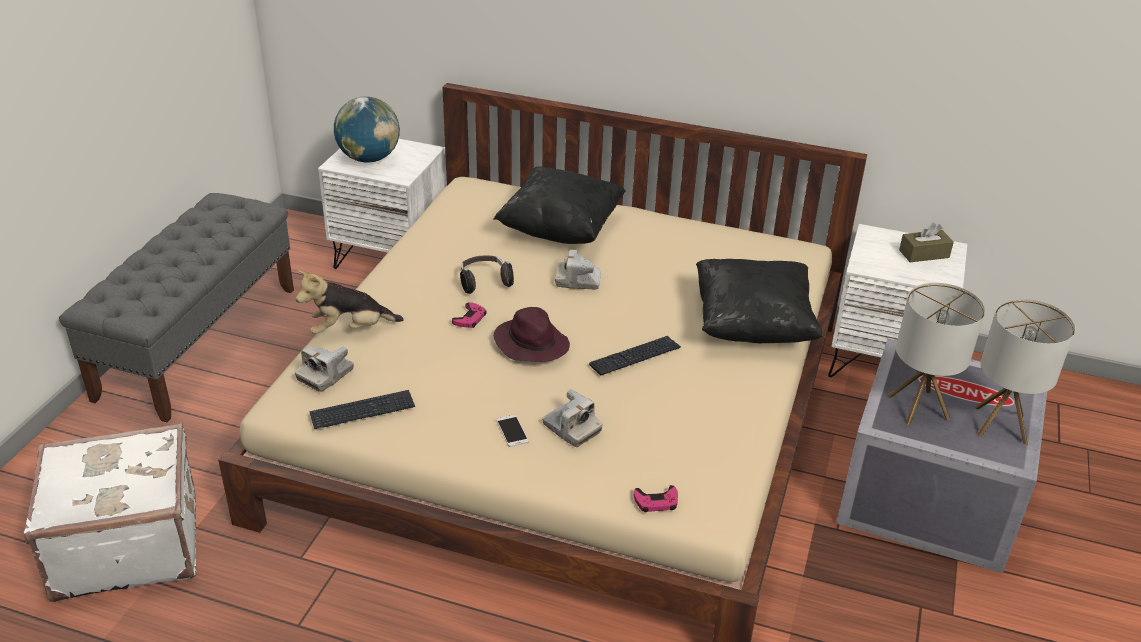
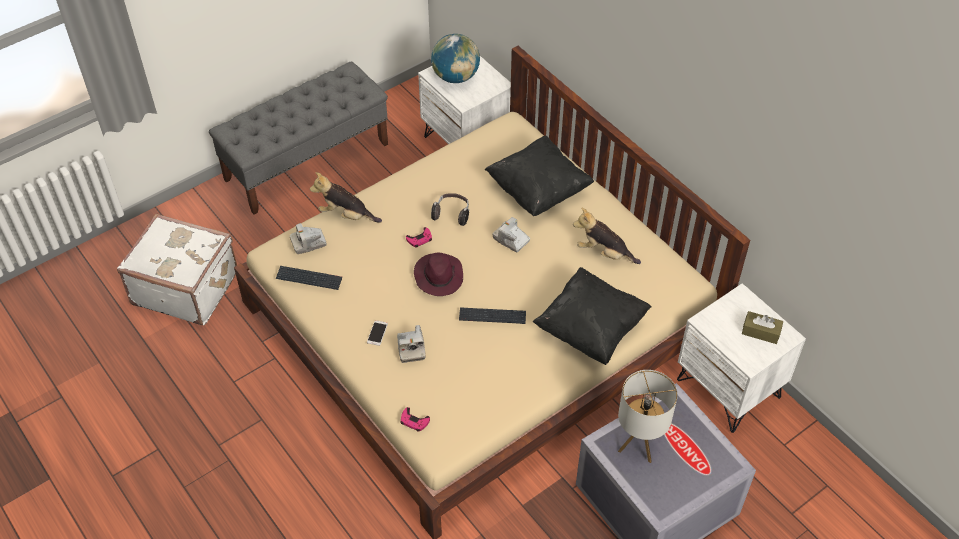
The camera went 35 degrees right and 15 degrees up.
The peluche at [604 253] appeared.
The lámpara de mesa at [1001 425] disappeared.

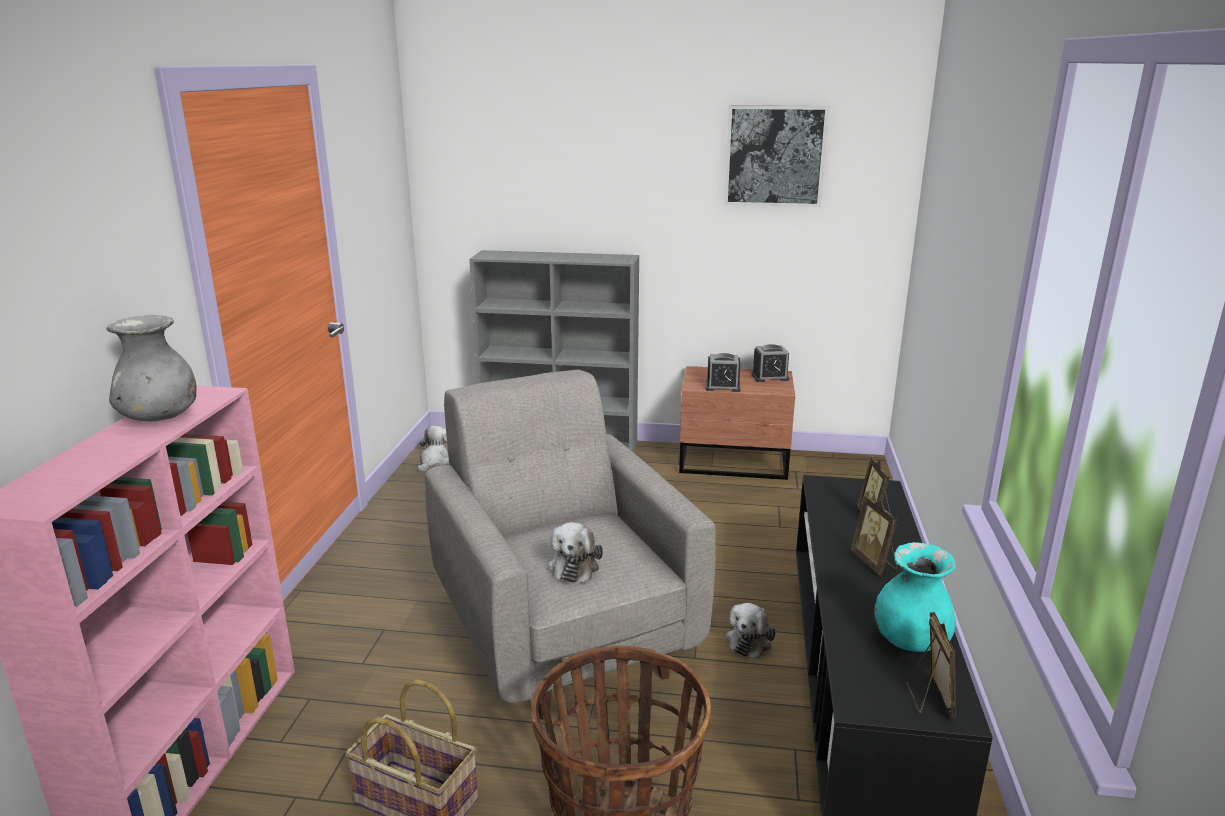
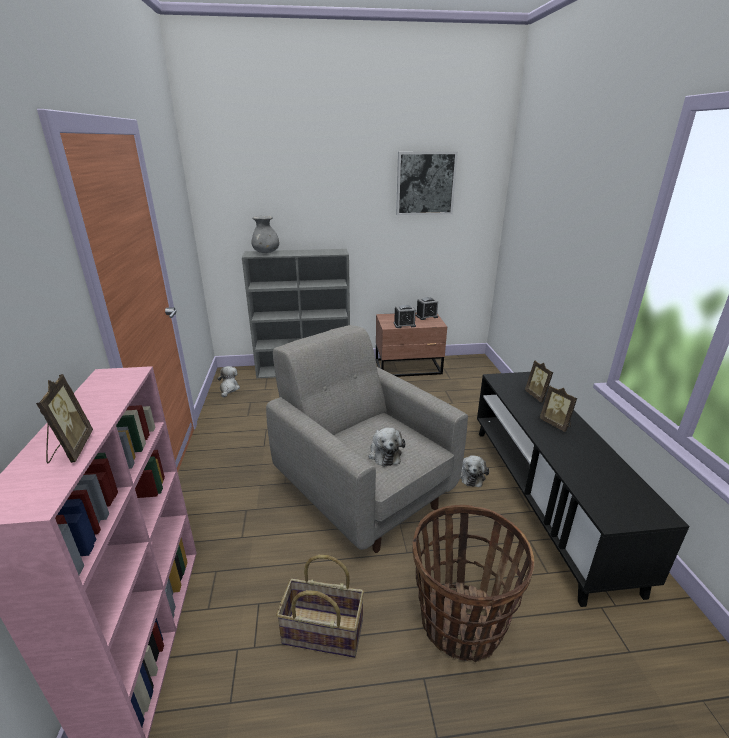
The camera went 15 degrees left and 5 degrees up.
The portarretratos moved from [928 699] to [70 449].
The florero [gris] moved from [160 418] to [266 253].
The florero [turquesa] at [910 641] disappeared.

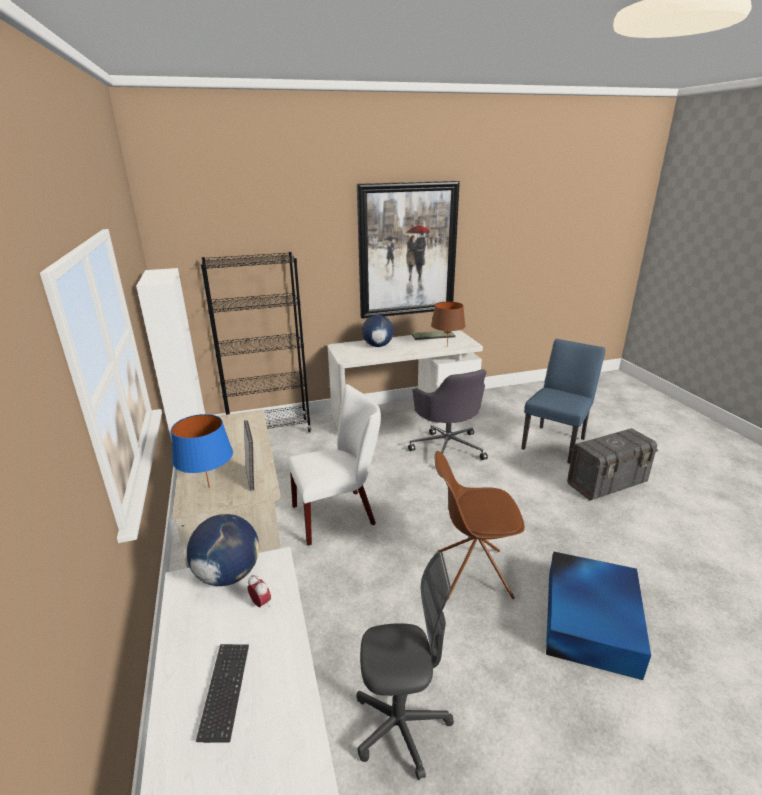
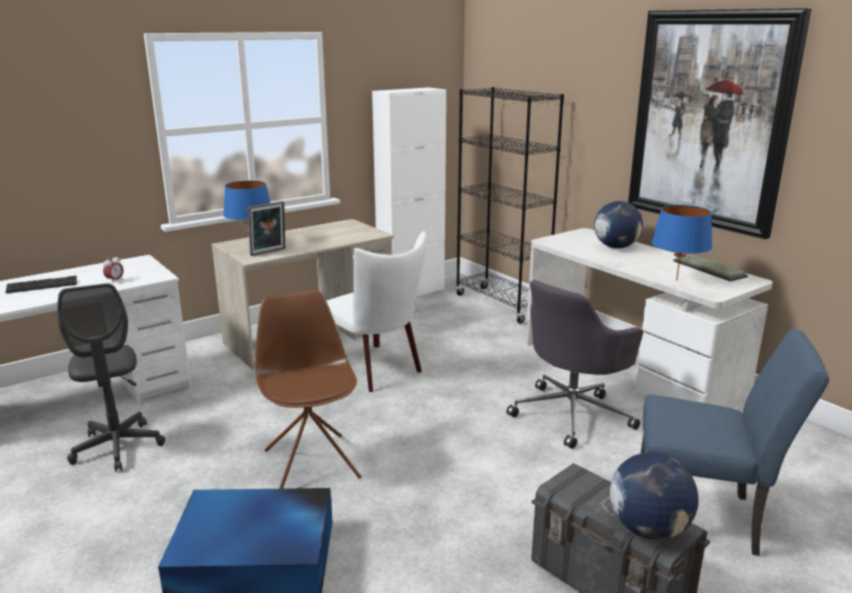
The camera went 70 degrees right and 5 degrees down.
The globo terráqueo moved from [228 574] to [648 529].
The lámpara de mesa [marrón] at [446 346] became the lámpara de mesa [azul] at [676 280].

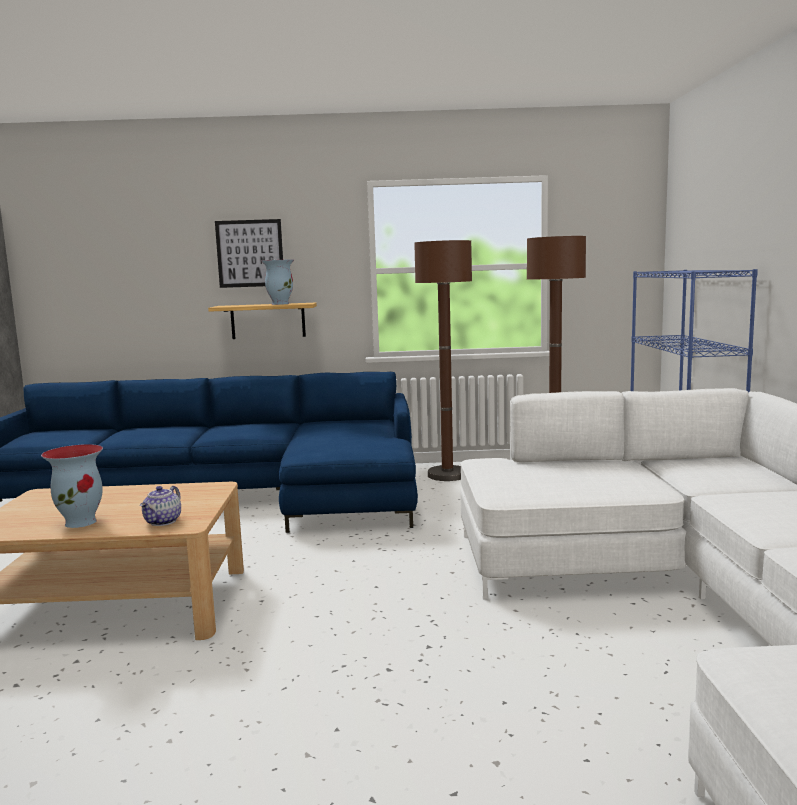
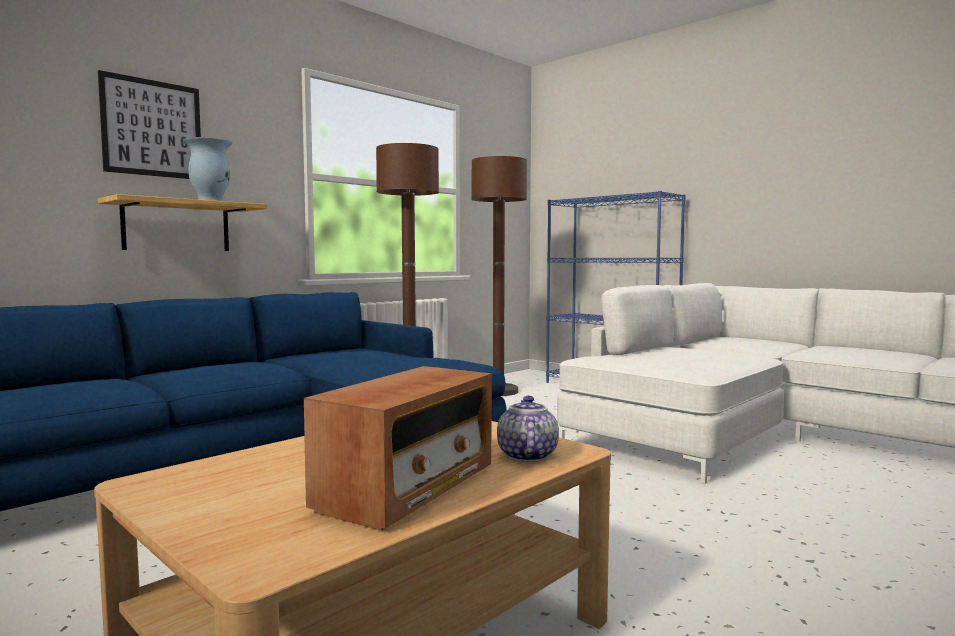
The camera went 45 degrees left and 5 degrees down.
The florero at [81 522] was replaced by the radio at [408 488].
The tetera at [163 522] turned 150 degrees counterclockwise.

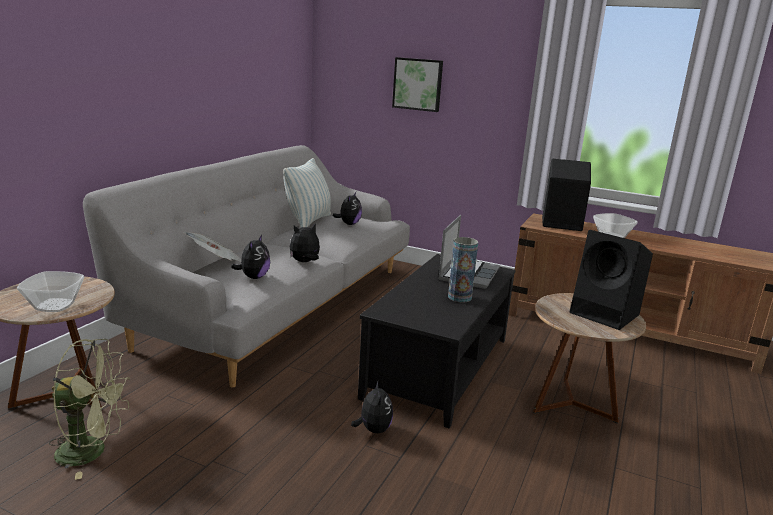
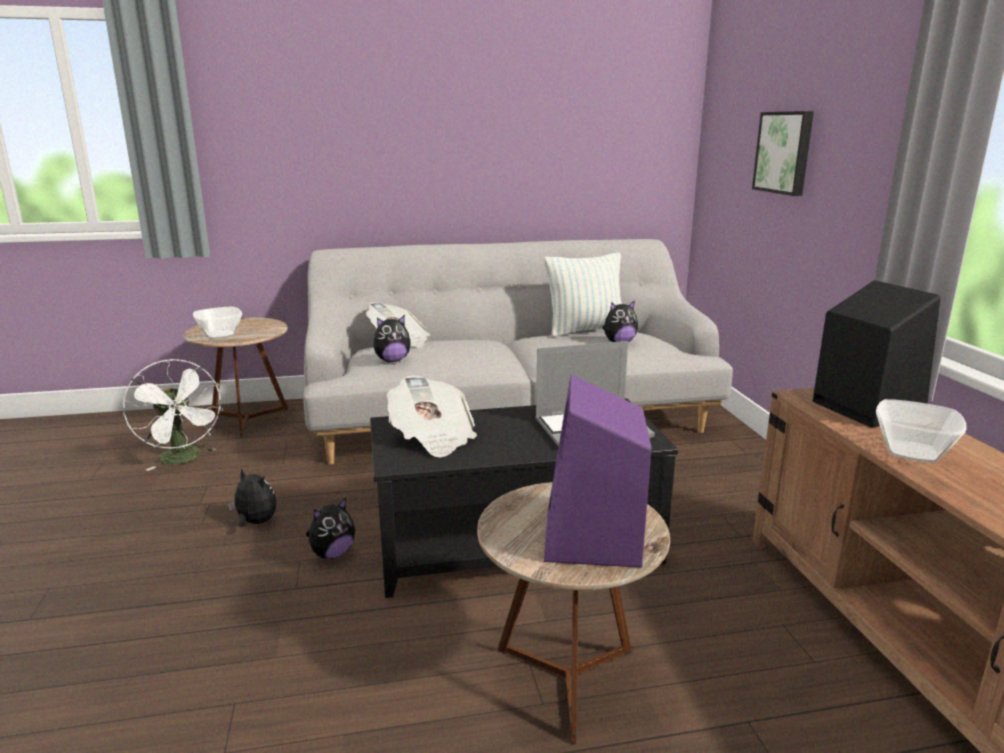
The camera went 55 degrees right and 0 degrees up.
The ventilador [verde] at [92 451] became the ventilador [blanco] at [184 459].
The peluche moved from [305 262] to [255 523].
The periódico at [432 438] appeared.
The altavoz [negro] at [606 314] became the altavoz [morado] at [593 539].
The florero at [459 297] disappeared.

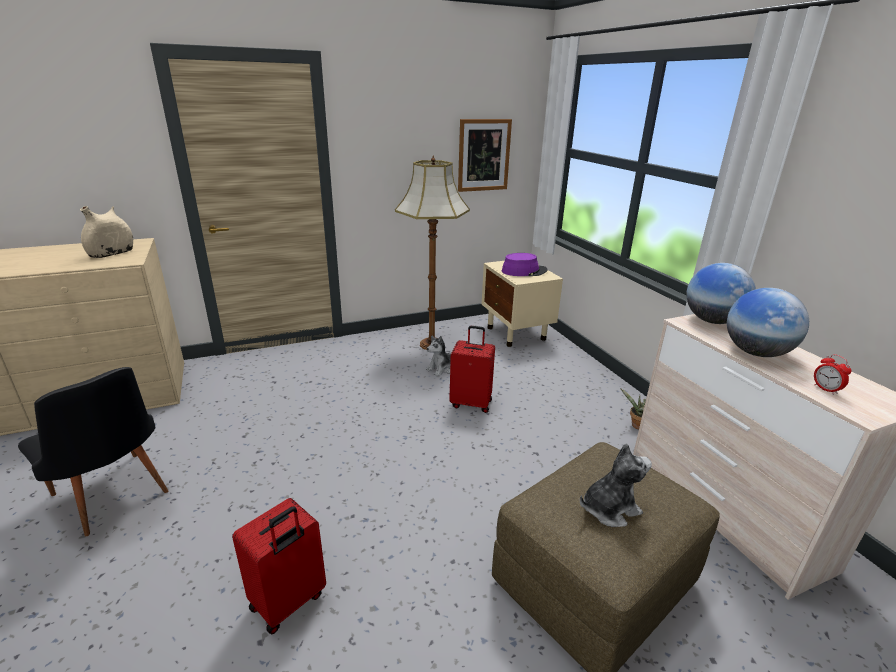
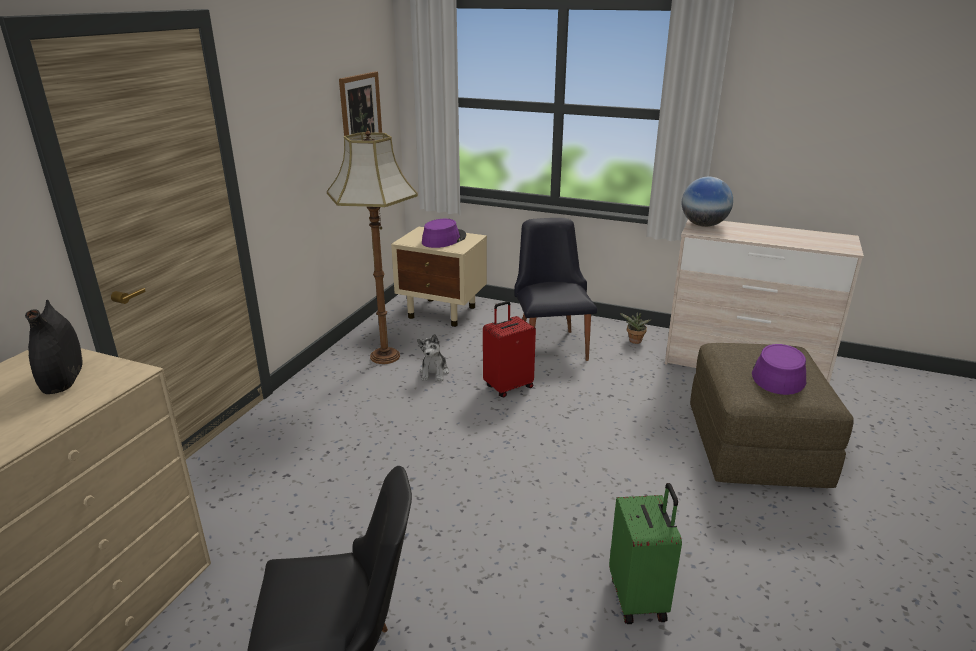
The camera went 45 degrees left and 0 degrees up.
The florero [beis] at [112 253] became the florero [negro] at [63 378].
The silla [negro] at [550 343] appeared.
The maleta [rojo] at [289 602] became the maleta [verde] at [639 598].
The peluche at [609 509] was replaced by the sombrero [morado] at [778 375].
The globo terráqueo at [756 353] disappeared.
The despertador at [825 389] disappeared.

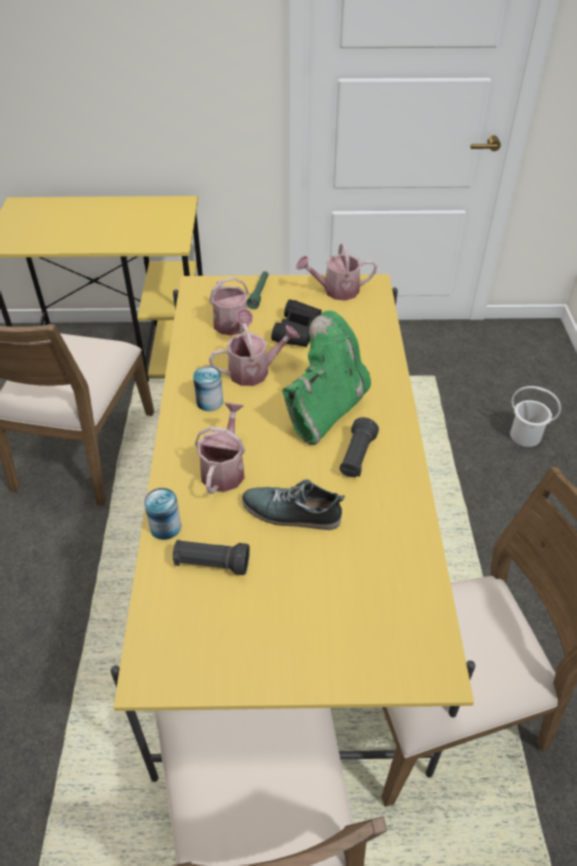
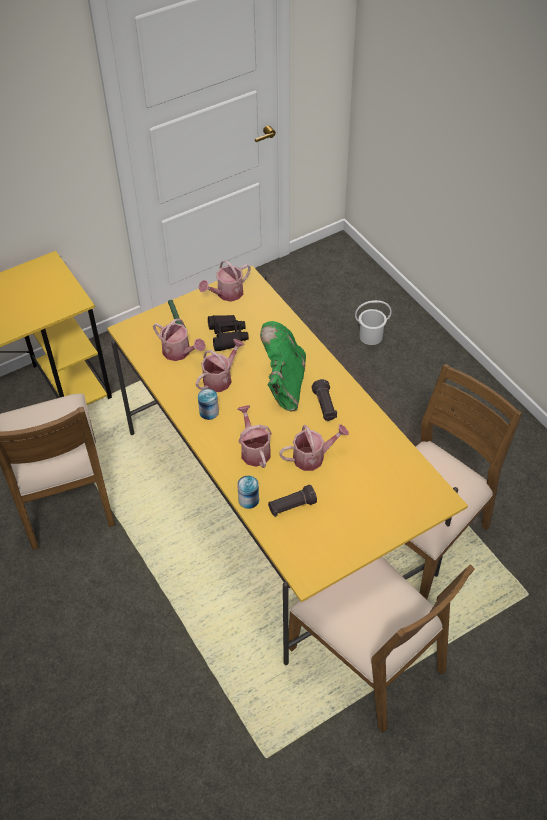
The camera went 30 degrees left and 5 degrees up.
The zapato at [291 513] was replaced by the regadera at [313 457].

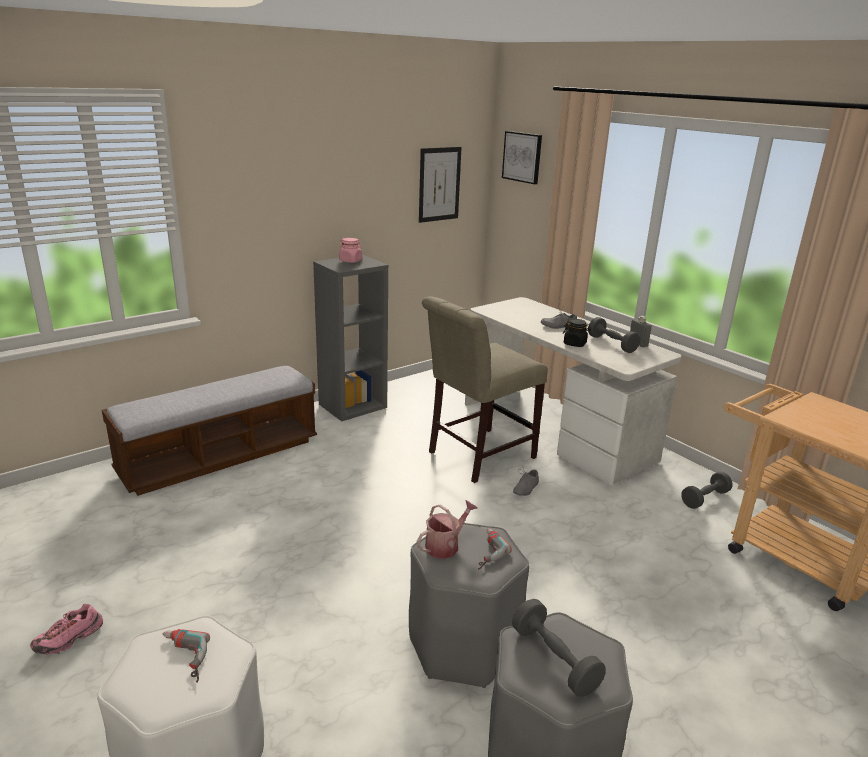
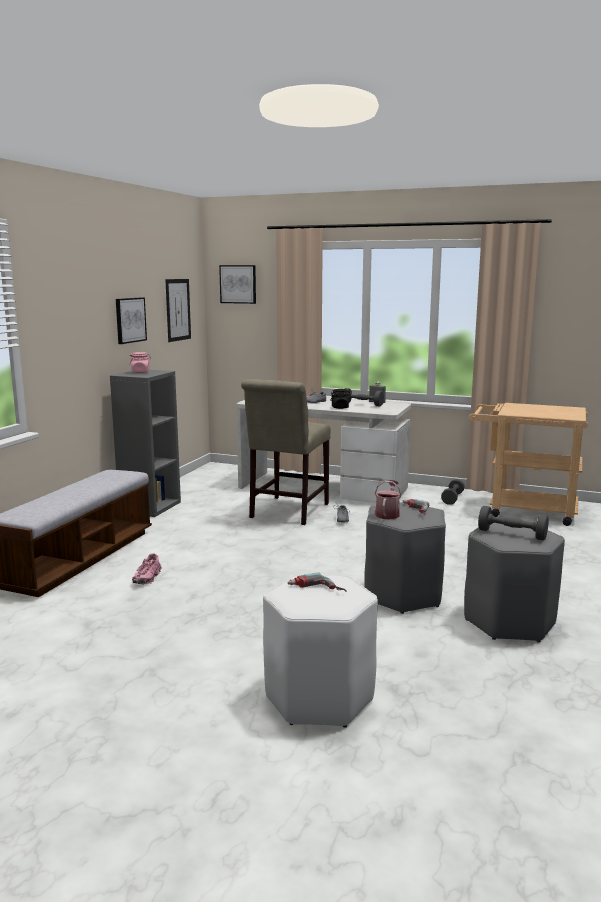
The camera went 30 degrees left and 10 degrees down.
The cuadro at [130 320] appeared.
The zapato [rosa] moved from [69 639] to [147 578].

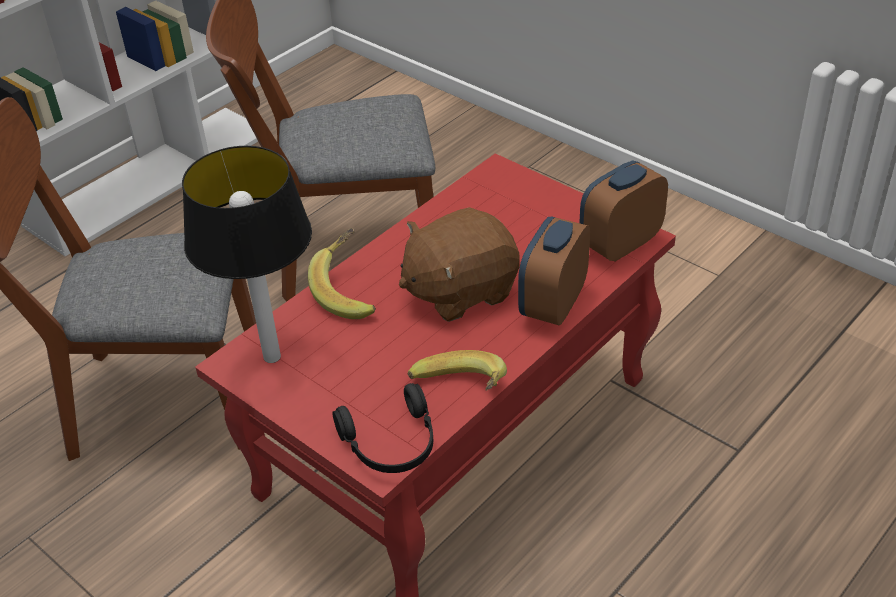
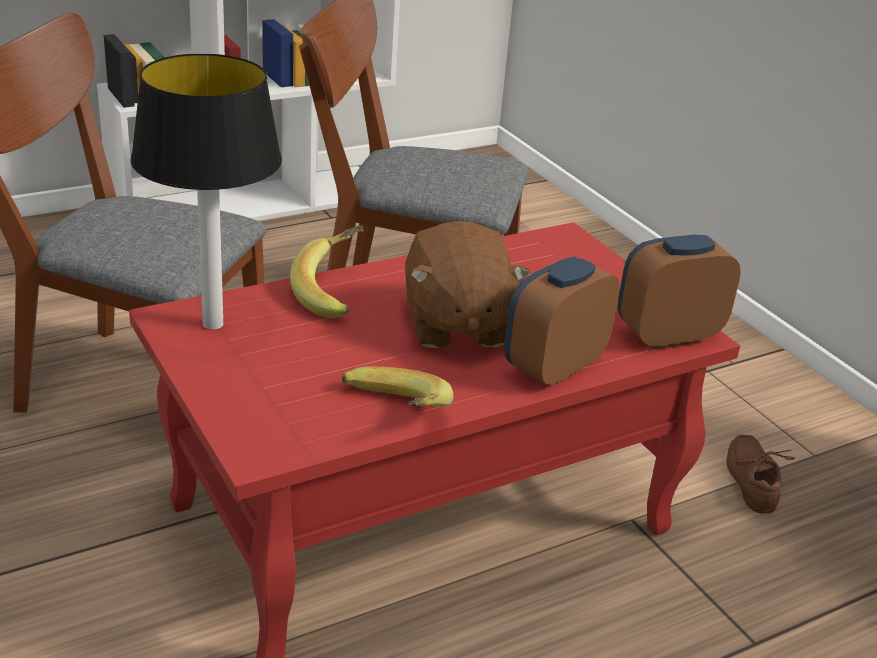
The camera went 15 degrees right and 10 degrees down.
The peluche [marrón] at [460 290] turned 90 degrees counterclockwise.
The zapato [marrón] at [754 481] appeared.
The auriculares [negro] at [392 444] disappeared.

